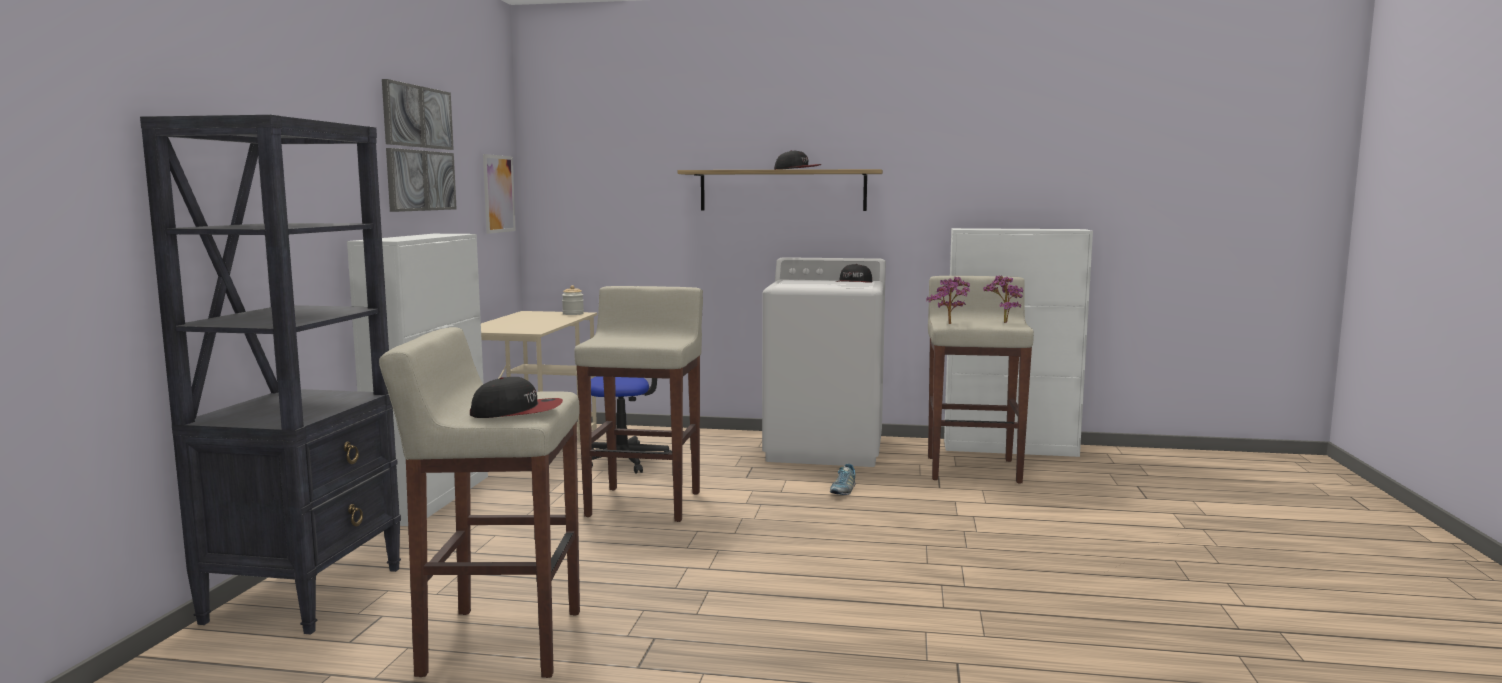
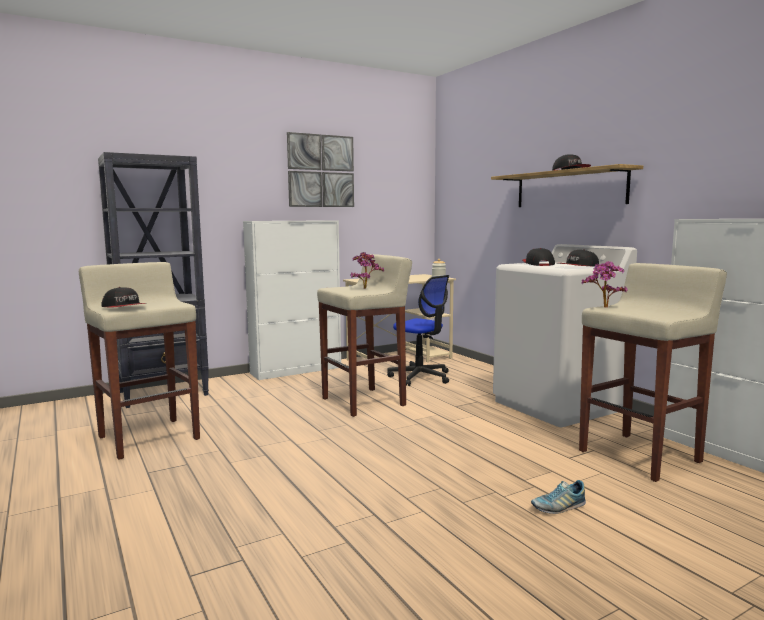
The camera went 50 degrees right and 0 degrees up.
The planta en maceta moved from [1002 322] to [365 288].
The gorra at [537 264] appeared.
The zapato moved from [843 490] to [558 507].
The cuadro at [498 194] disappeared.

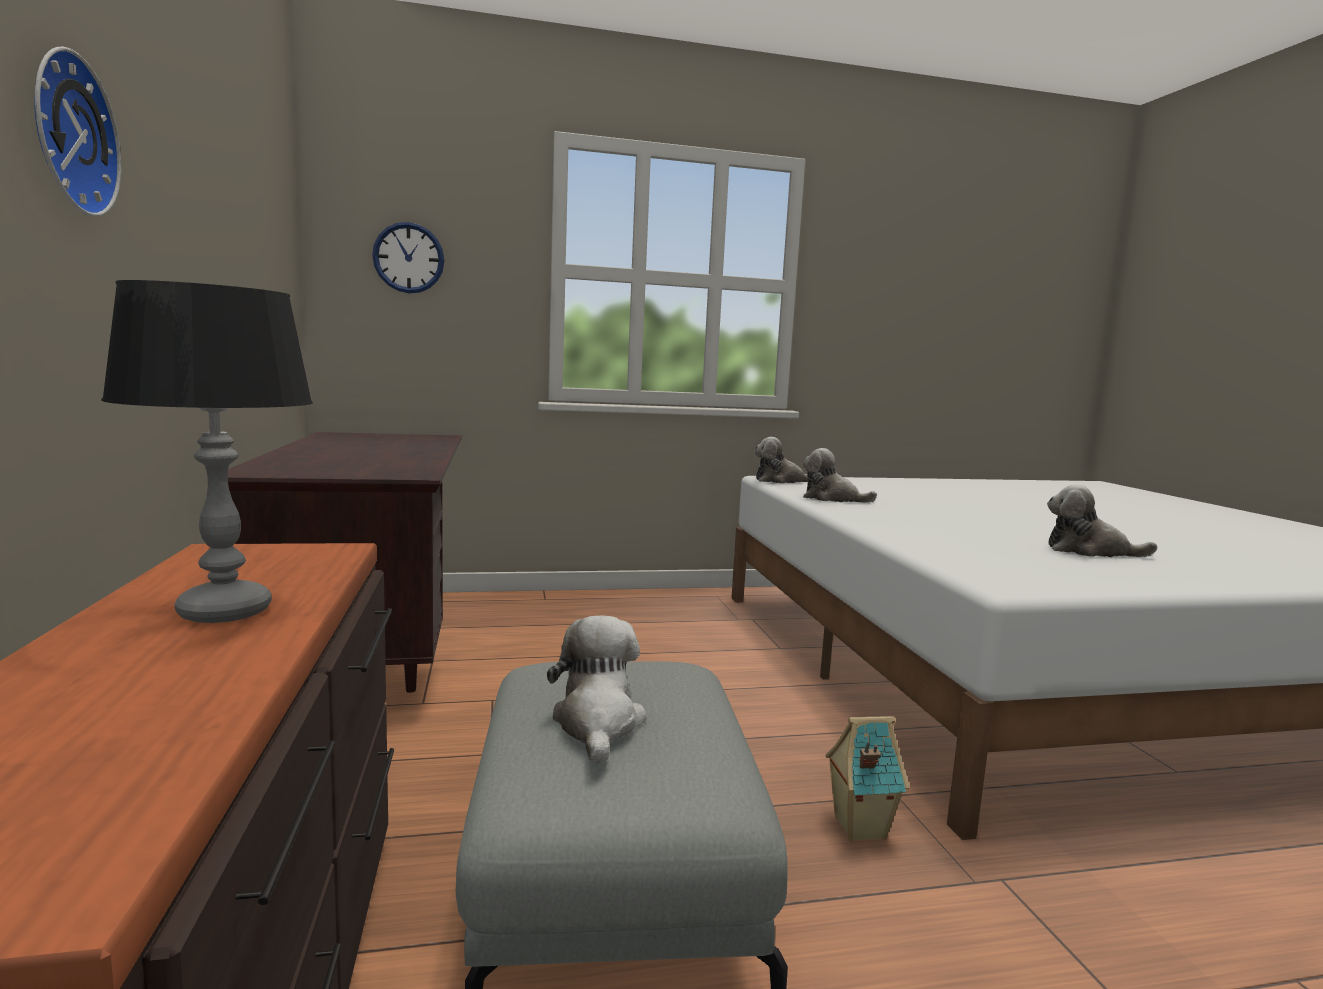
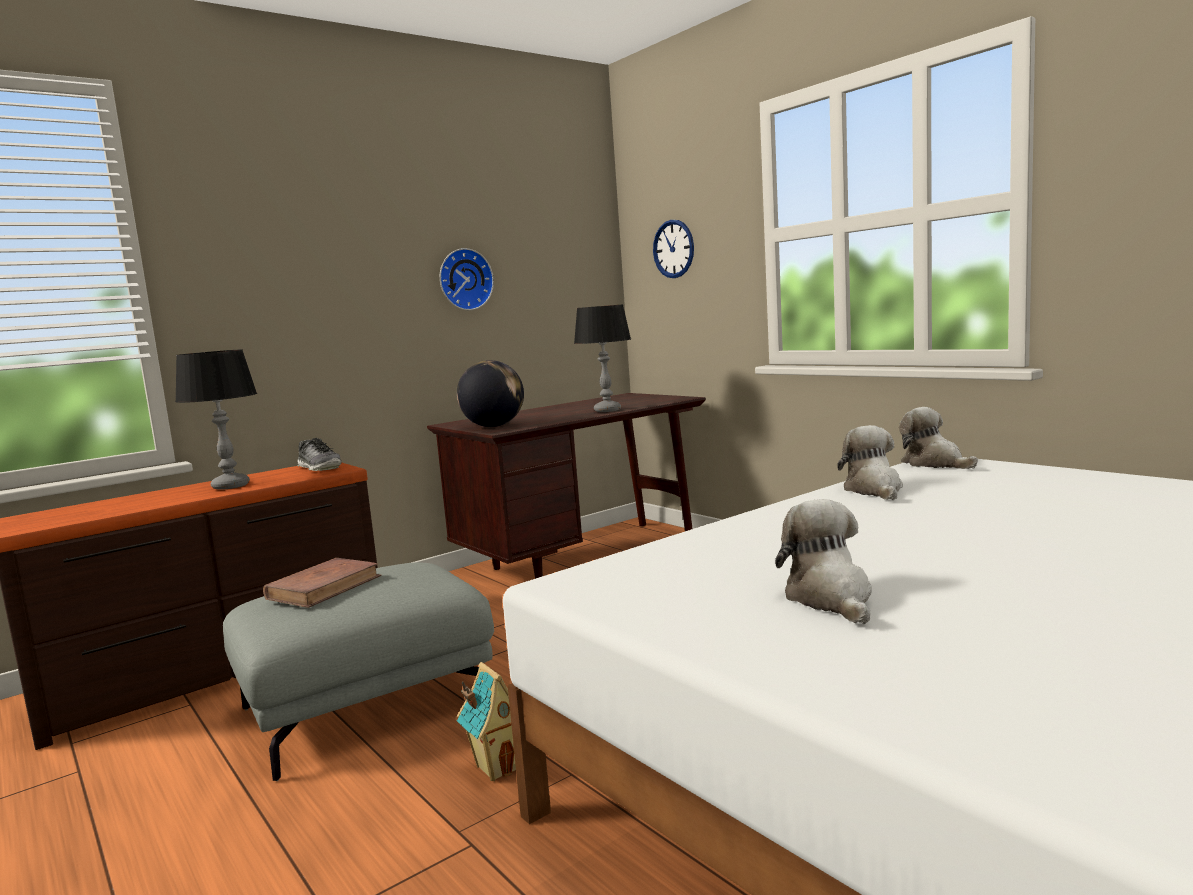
The camera went 65 degrees right and 0 degrees up.
The peluche at [598 724] was replaced by the libro [marrón] at [324 587].
The zapato at [319 468] appeared.
The reloj de pared moved from [66 133] to [464 279].
The globo terráqueo at [493 426] appeared.
The lámpara de mesa at [607 410] appeared.

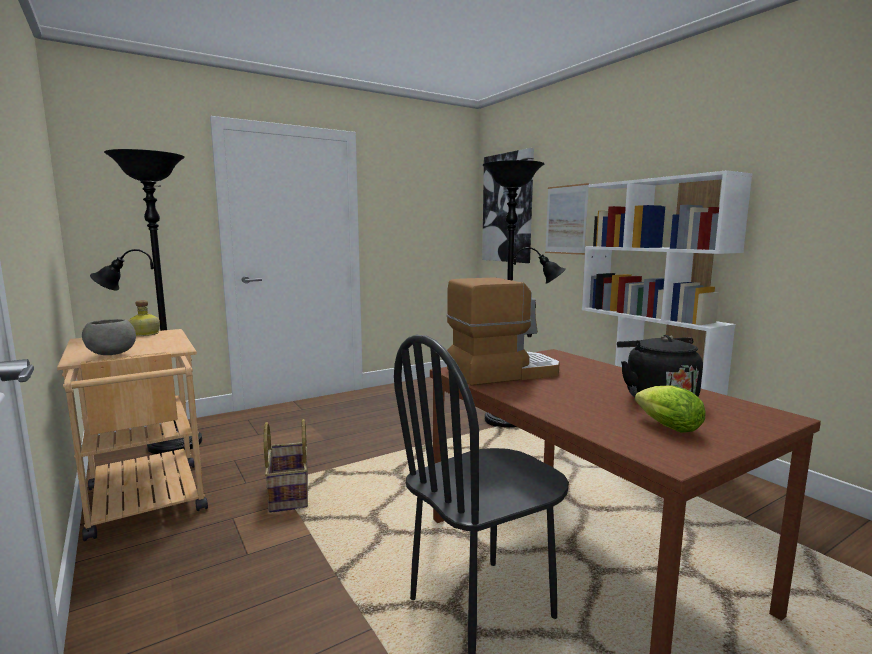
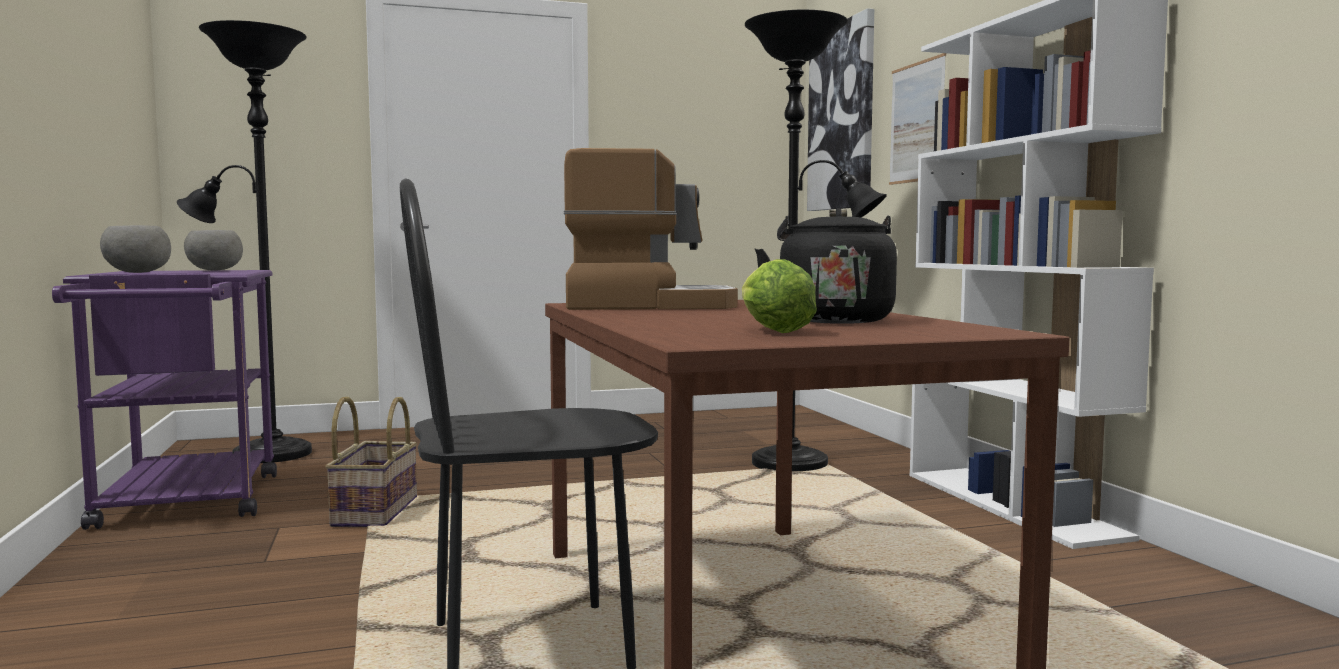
The camera went 15 degrees right and 5 degrees down.
The carrito [beis] at [147 504] became the carrito [morado] at [186 505].
The botella at [144 334] was replaced by the cuenco [gris] at [214 270].

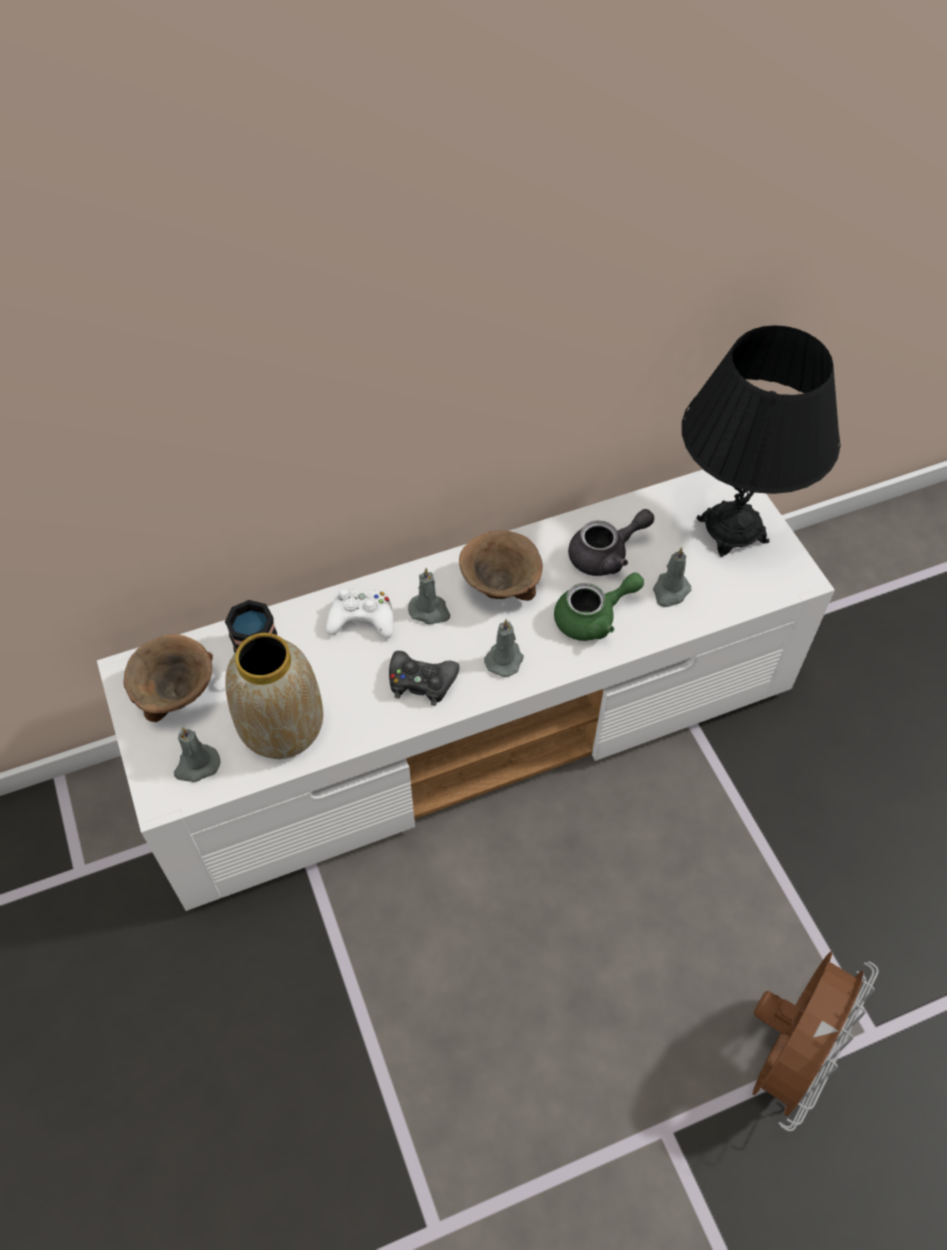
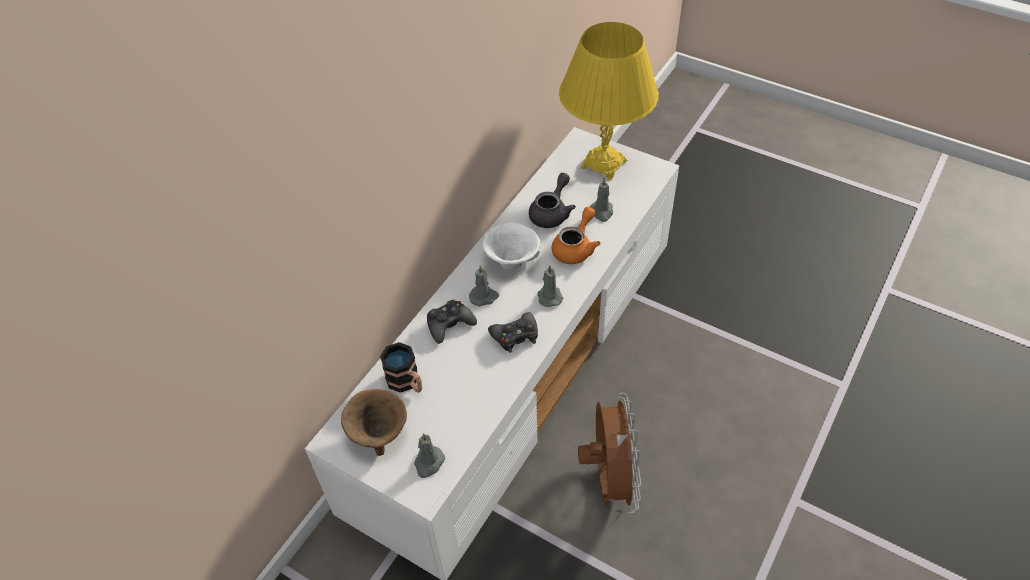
The camera went 35 degrees left and 5 degrees down.
The mando de consola [blanco] at [362 619] became the mando de consola [negro] at [449 324].
The cuenco [marrón] at [498 588] became the cuenco [blanco] at [510 263].
The tetera [verde] at [593 618] became the tetera [naranja] at [575 248].
The lámpara de mesa [negro] at [732 529] became the lámpara de mesa [amarillo] at [603 164].
The ventilador [marrón] moved from [787 1054] to [609 479].
The florero at [281 728] disappeared.

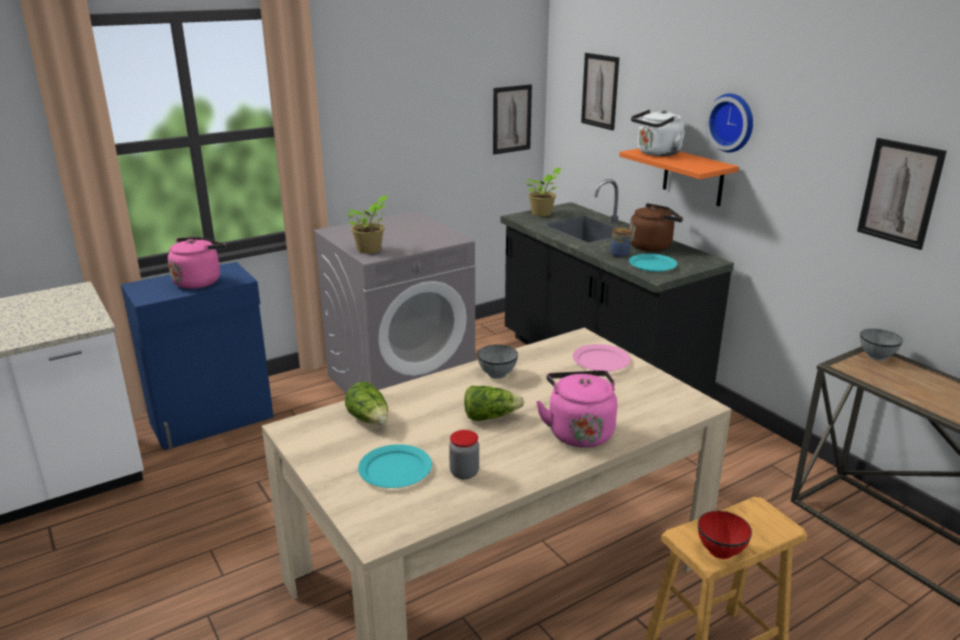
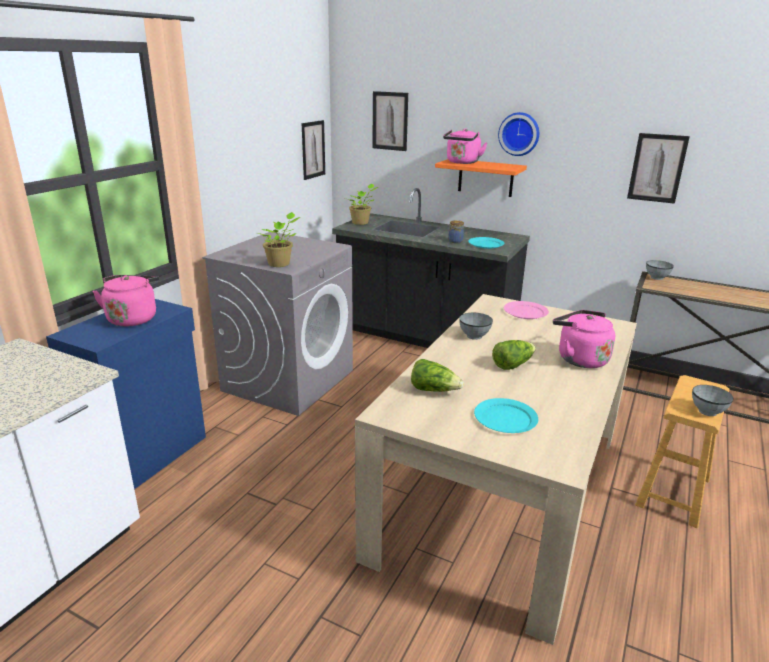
The camera went 30 degrees left and 0 degrees up.
The hervidor [blanco] at [656 153] became the hervidor [rosa] at [462 162].
The cuenco [rojo] at [720 550] became the cuenco [gris] at [707 411].
The tarro at [464 473] disappeared.
The hervidor [marrón] at [652 246] disappeared.

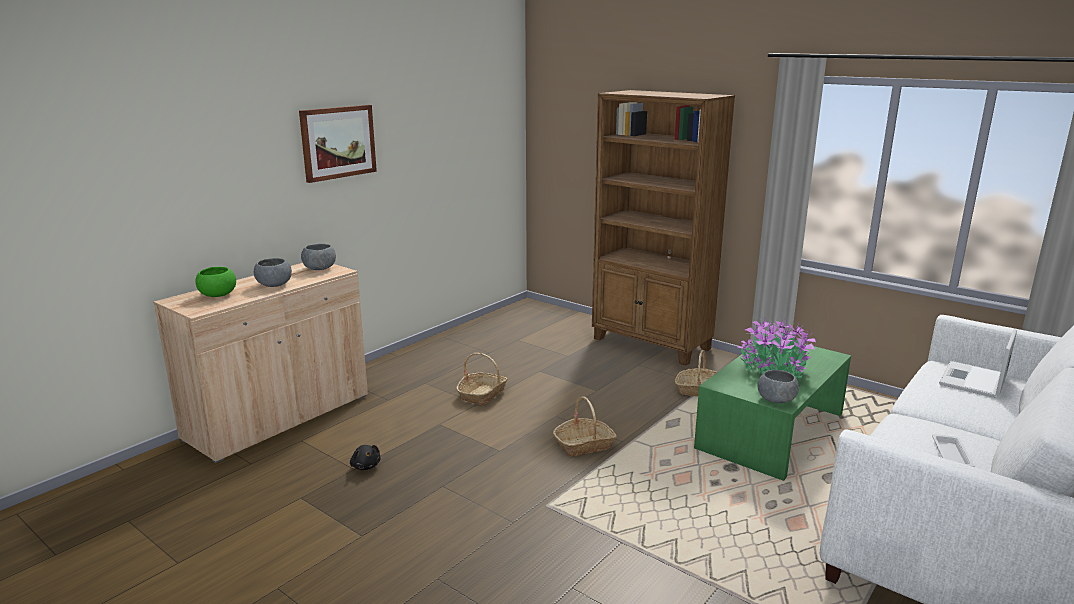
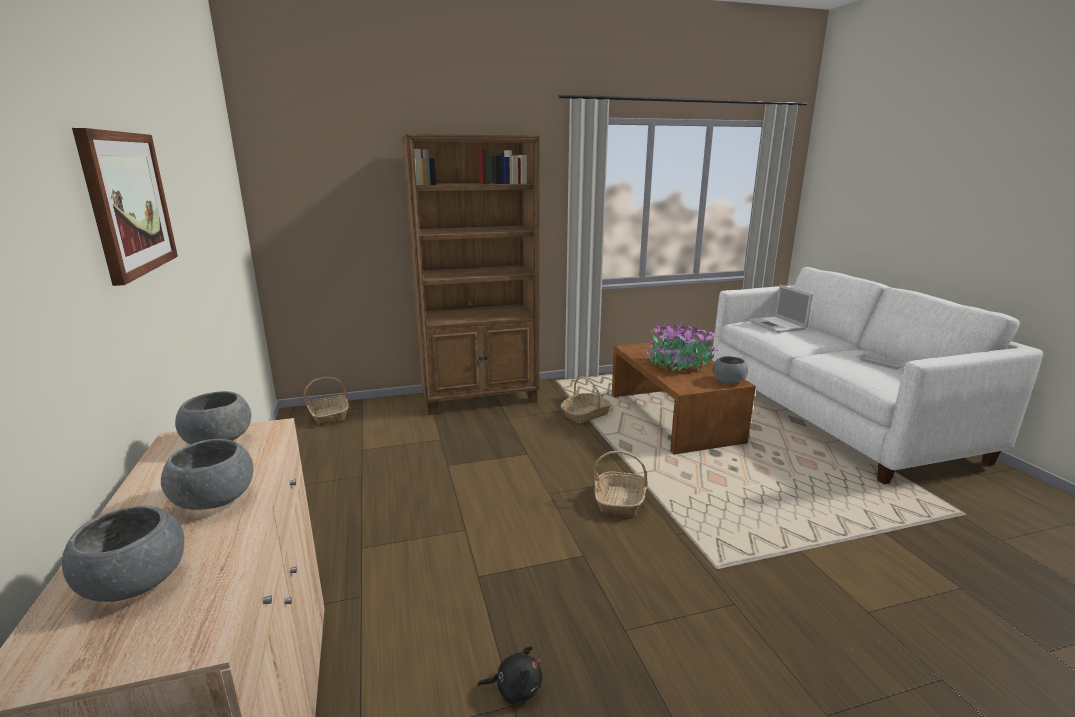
The camera went 55 degrees left and 0 degrees up.
The cuenco [verde] at [217 295] became the cuenco [gris] at [134 583].
The cesta moved from [482 394] to [329 415].
The mesa de centro [verde] at [772 431] became the mesa de centro [marrón] at [673 417].

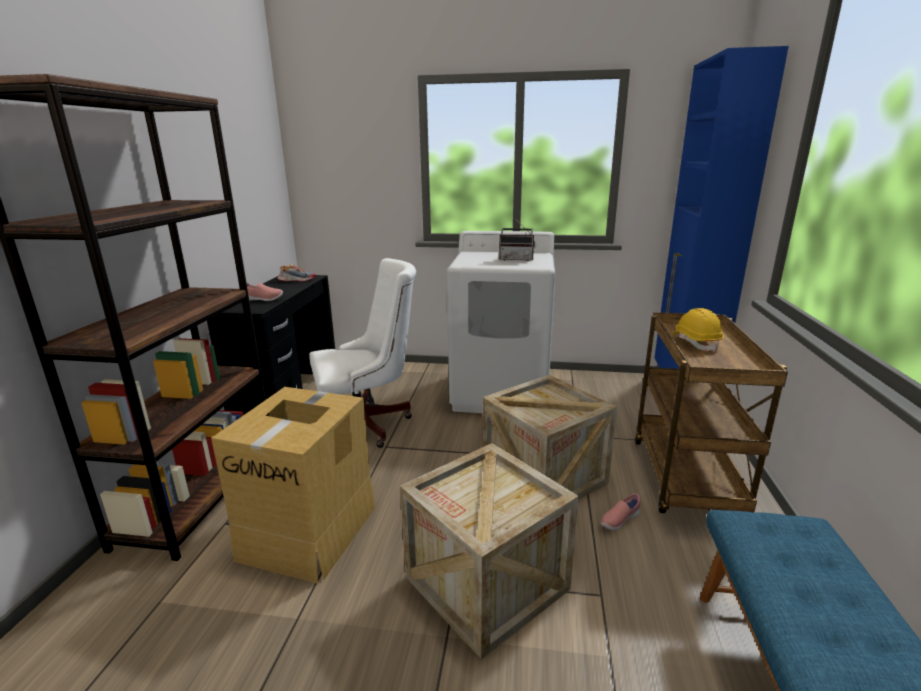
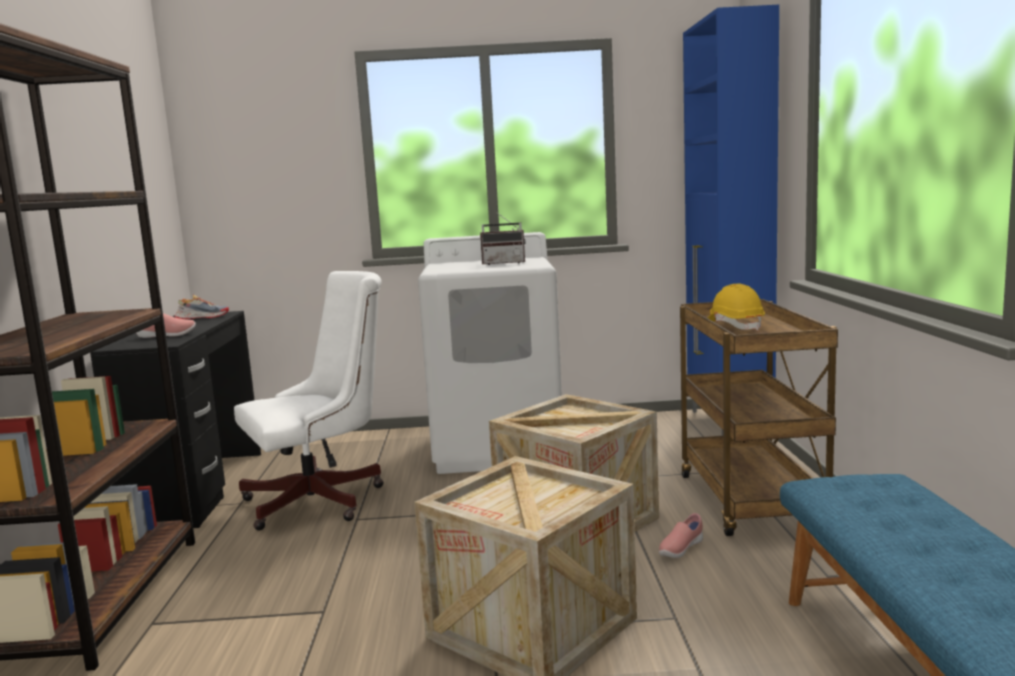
The camera went 10 degrees left and 10 degrees down.
The caja de cartón at [310 531] disappeared.

